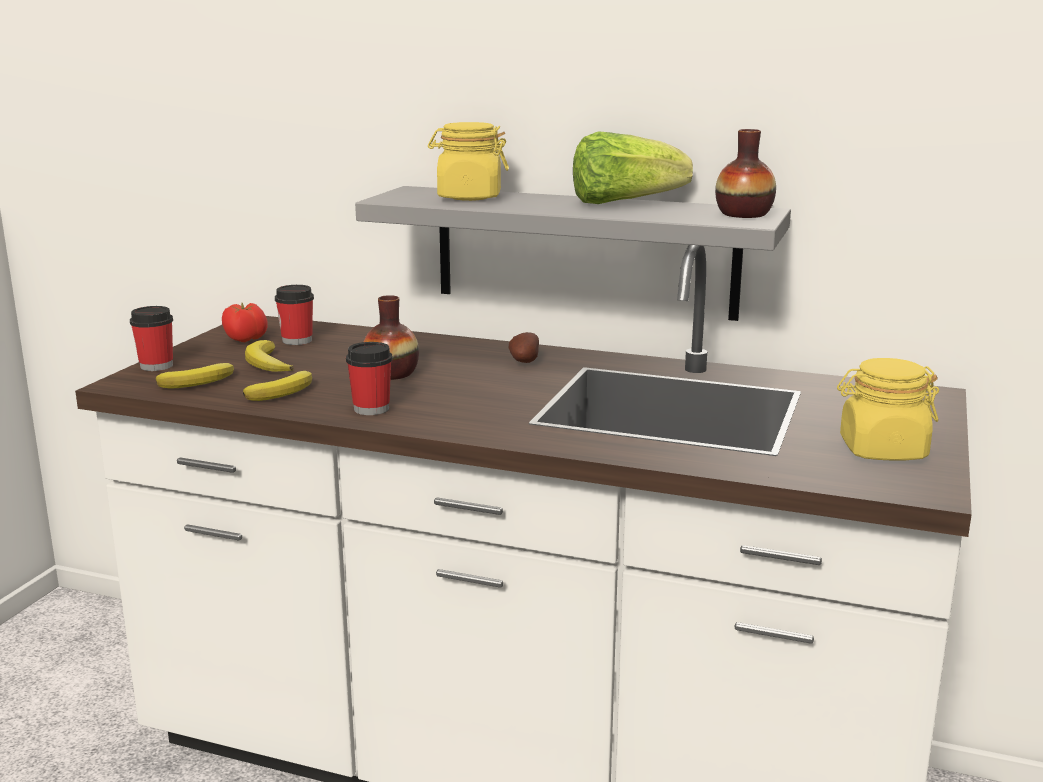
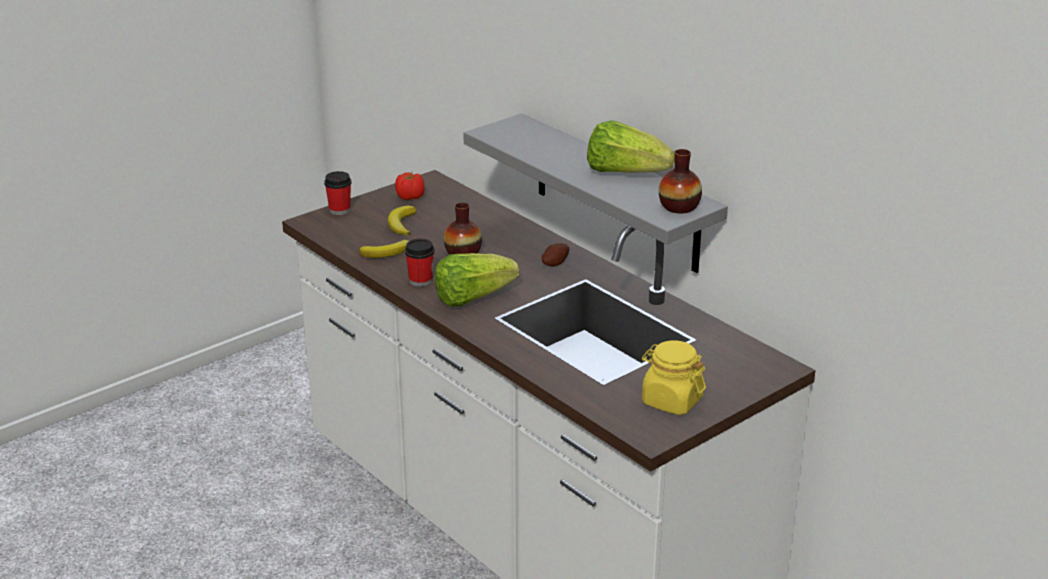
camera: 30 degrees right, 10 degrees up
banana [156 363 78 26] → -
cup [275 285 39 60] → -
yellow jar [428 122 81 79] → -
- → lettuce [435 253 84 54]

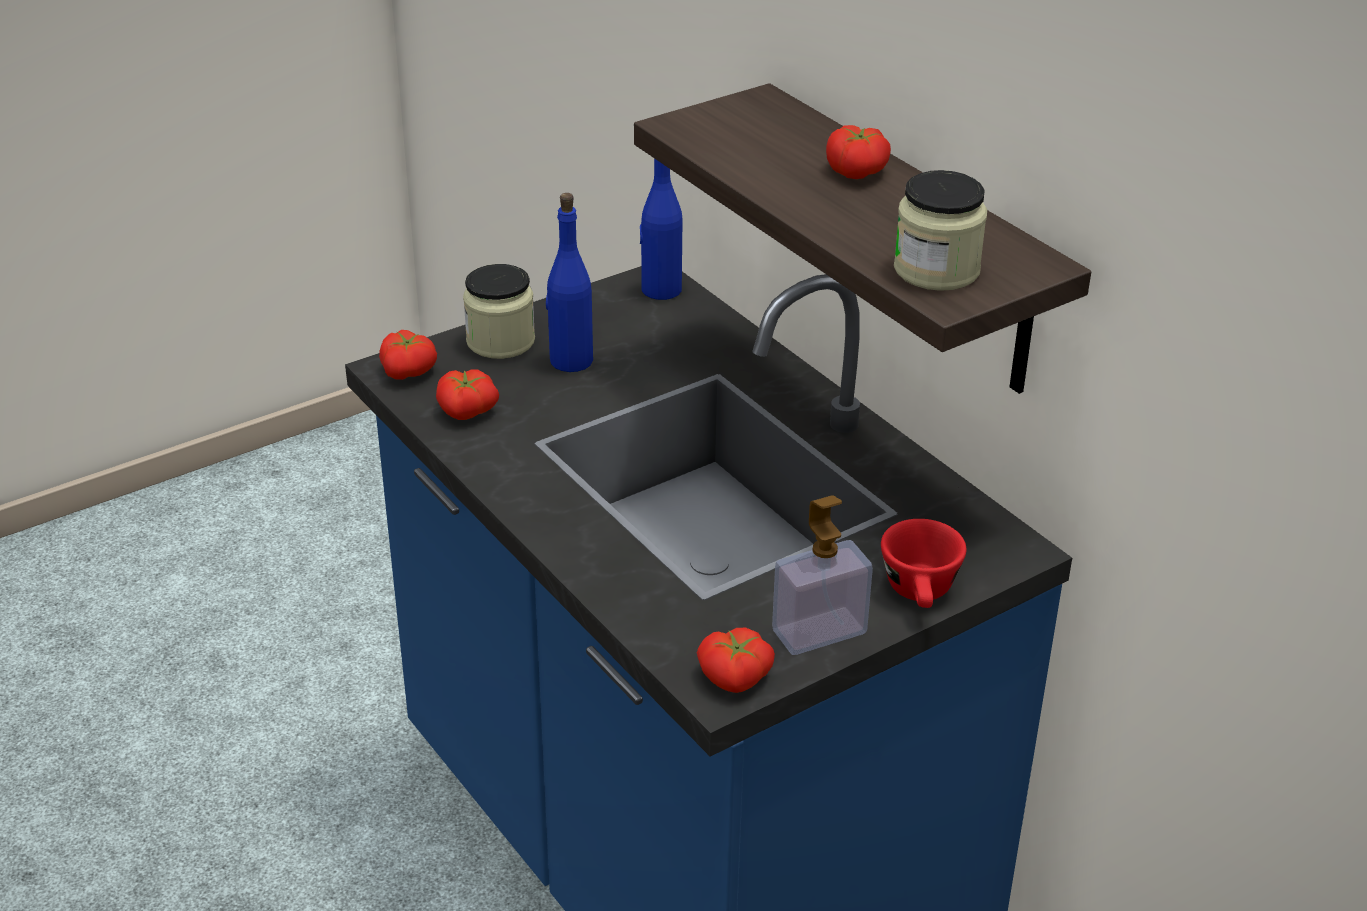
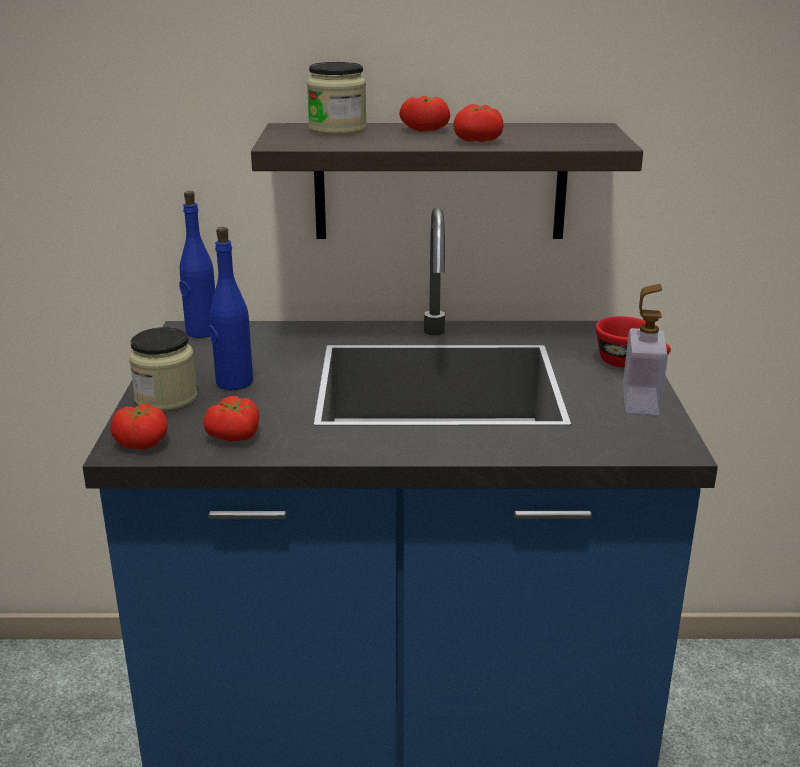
camera: 55 degrees left, 10 degrees down
tomato [697 628 78 65] → tomato [453 104 51 38], relocated
jar [894 170 93 121] → jar [307 62 60 73], relocated

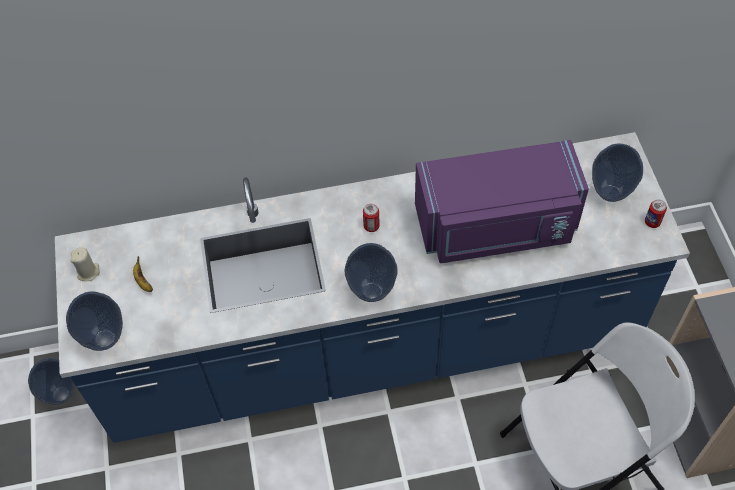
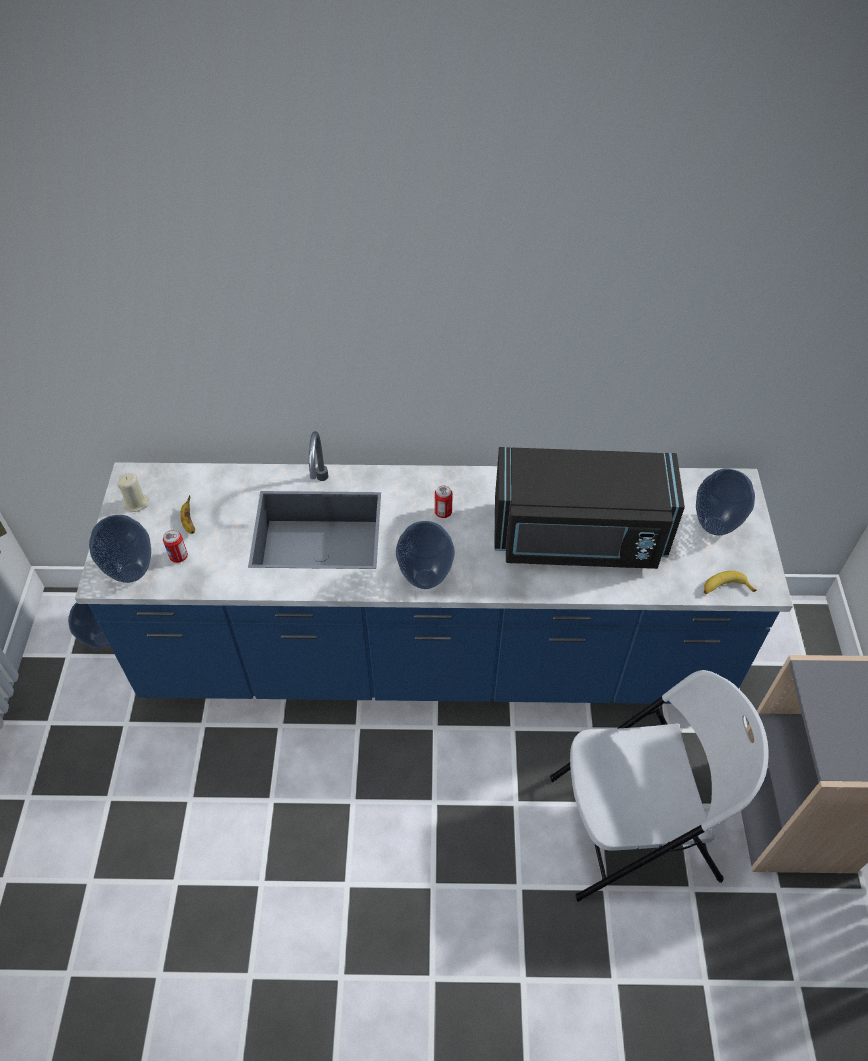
camera: 10 degrees right, 5 degrees down
- → banana [704 571 53 23]
can [645 199 22 29] → can [163 530 25 33], relocated
purple microwave [415 140 174 123] → black microwave [494 447 191 122]

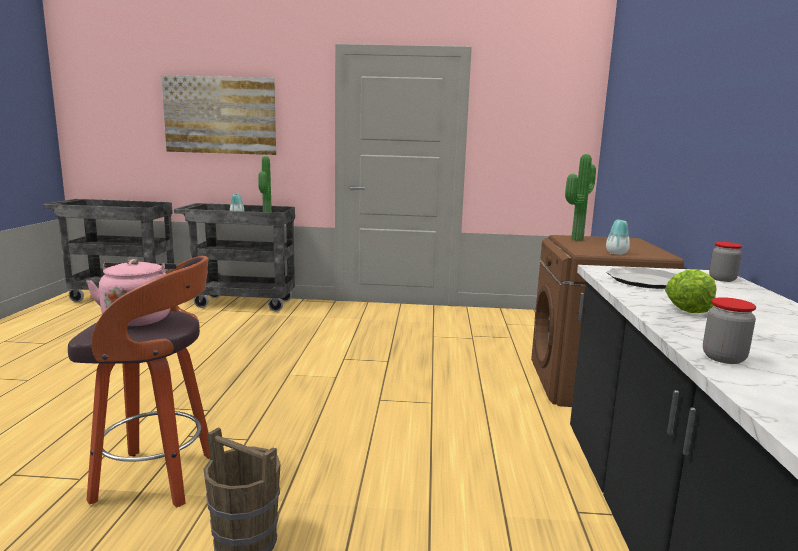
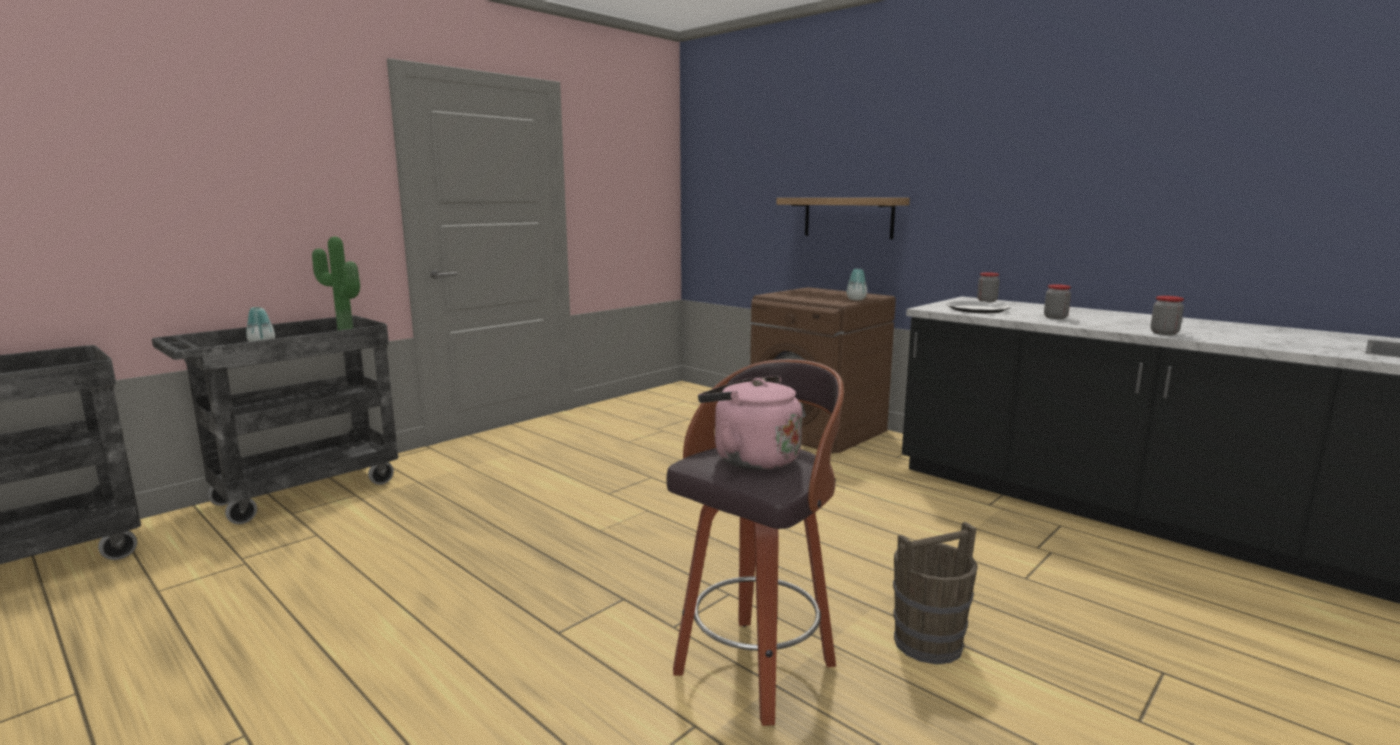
camera: 50 degrees left, 0 degrees up
picture [161 75 115 80] → -
potted plant [565 154 31 87] → -
- → shelf [776 198 134 41]
lettuce [665 270 52 43] → jar [1044 284 27 35]

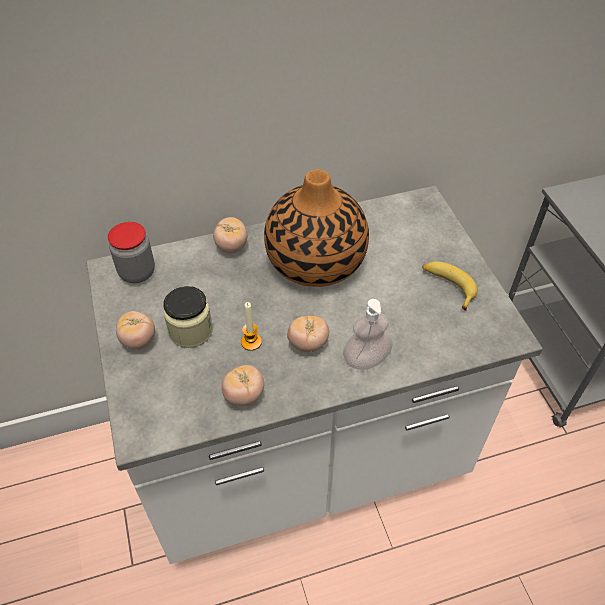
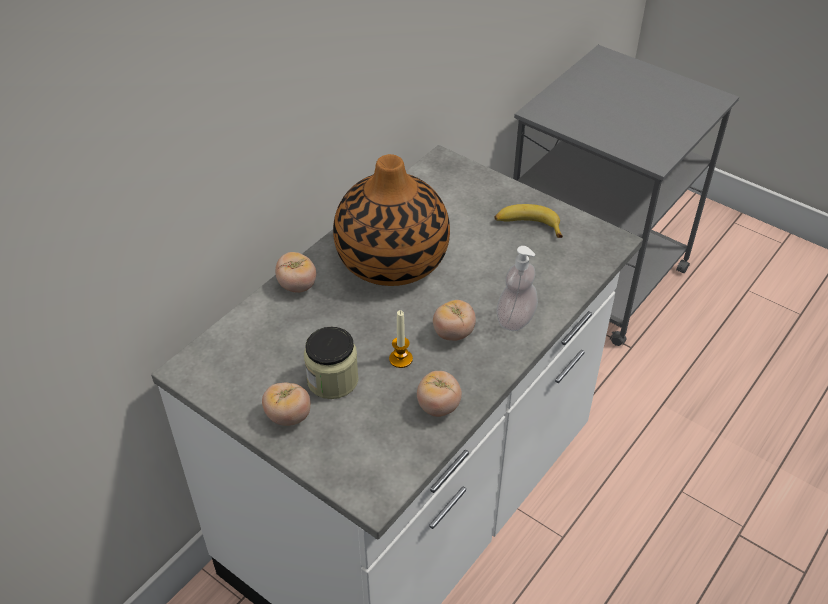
camera: 35 degrees left, 5 degrees down
jar [108 222 47 61] → -

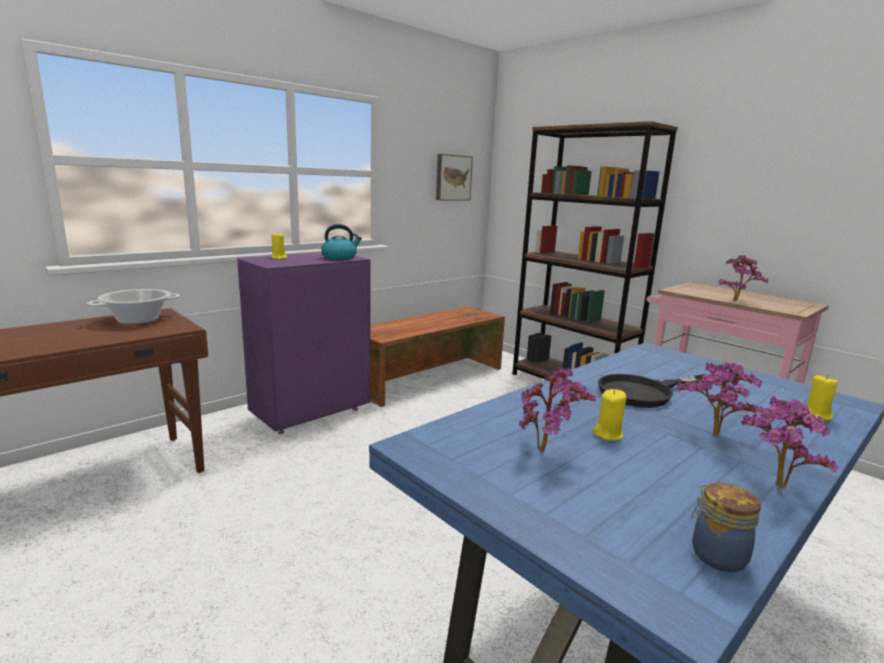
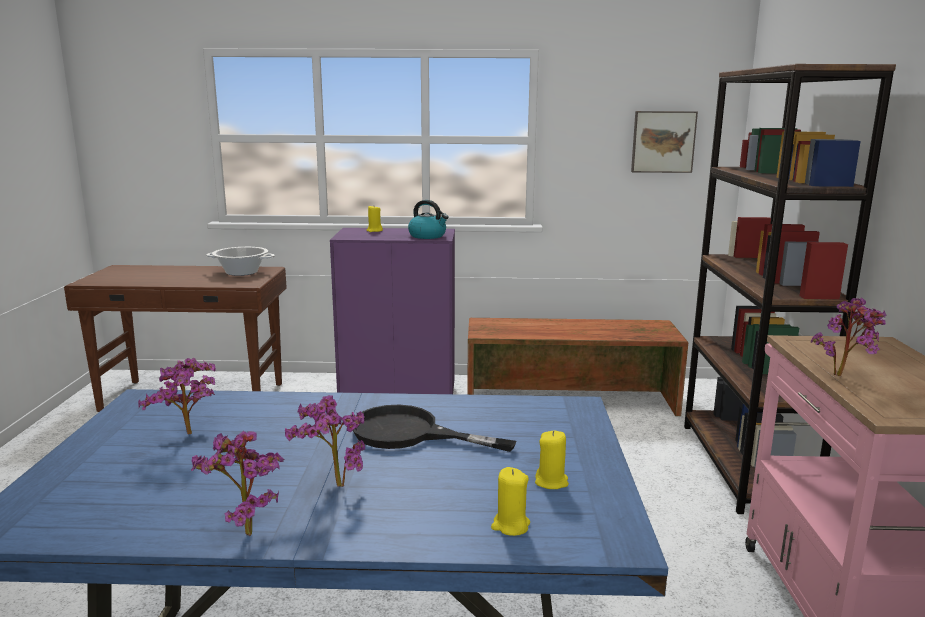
camera: 45 degrees right, 0 degrees up
jar [691 483 70 89] → -
yellow candle [593 389 34 52] → yellow candle [535 431 34 58], relocated

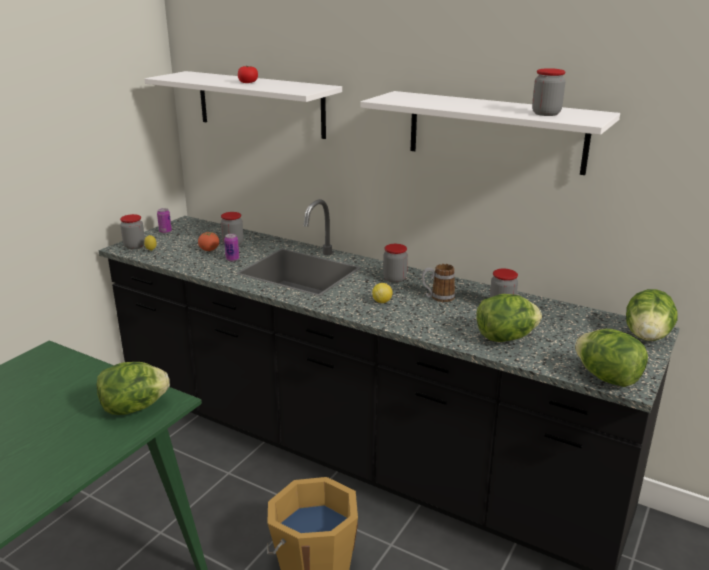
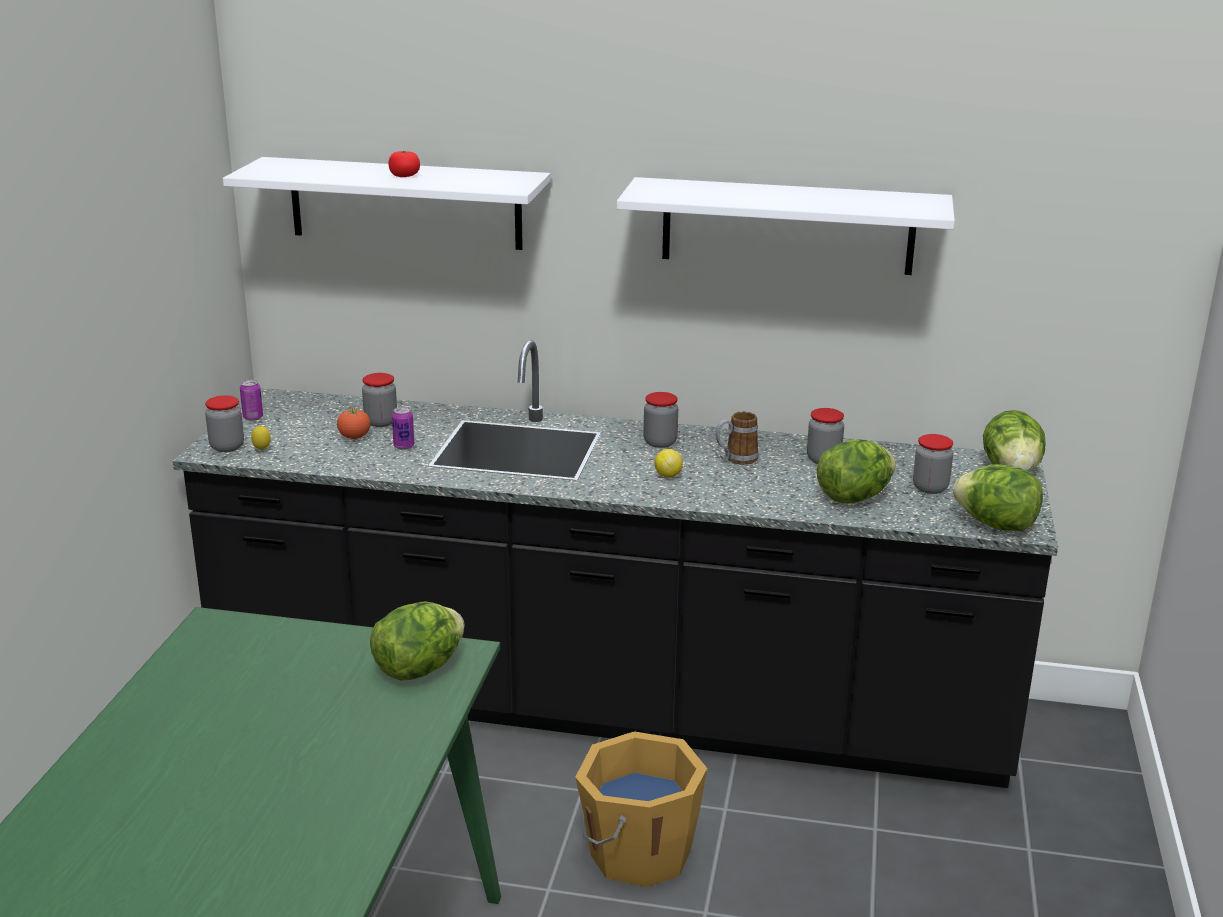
camera: 20 degrees left, 0 degrees up
jar [532 68 34 48] → jar [913 434 40 60], relocated

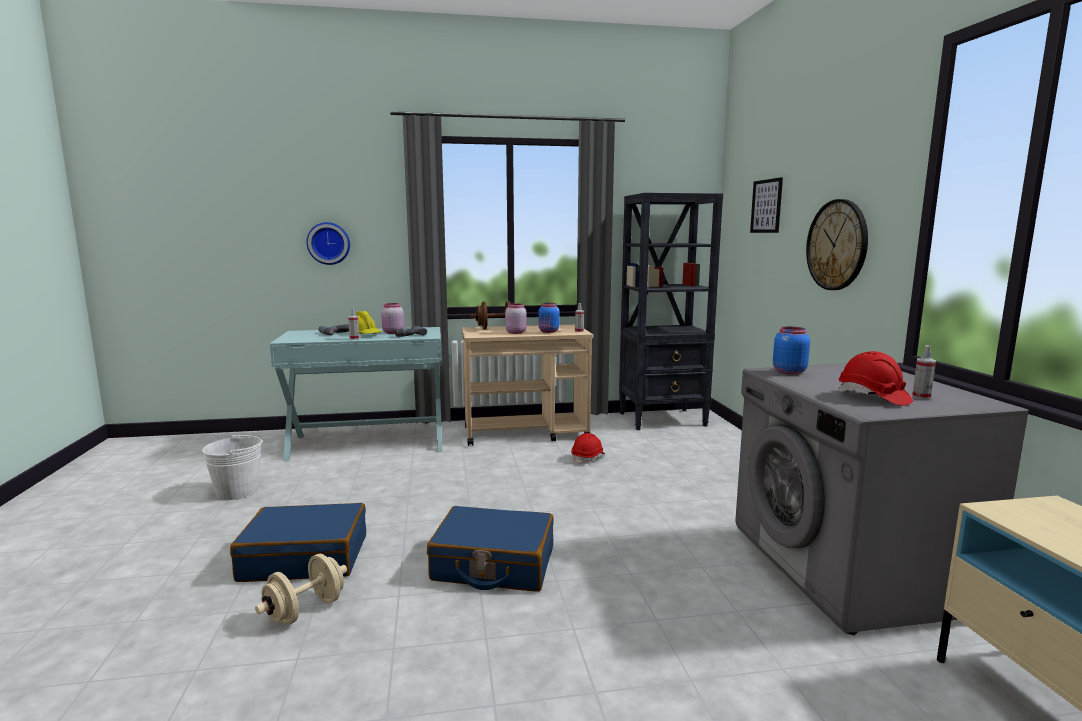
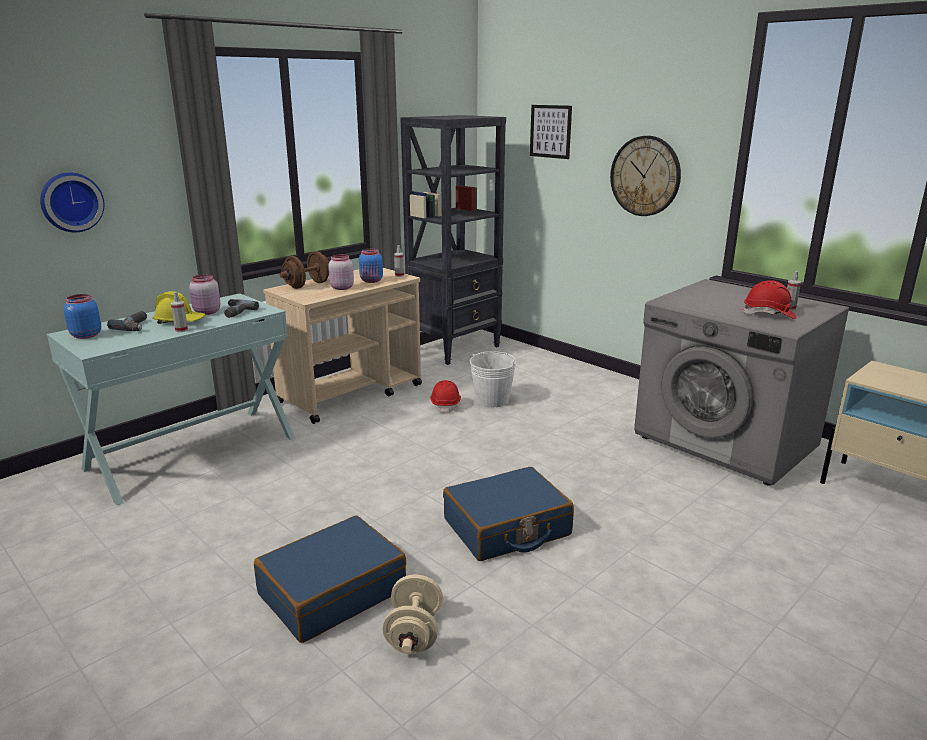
camera: 35 degrees left, 10 degrees up
white bucket [202 435 61 65] → white bucket [470 351 46 56], relocated
blue jar [773 327 37 47] → blue jar [64 294 37 45], relocated

